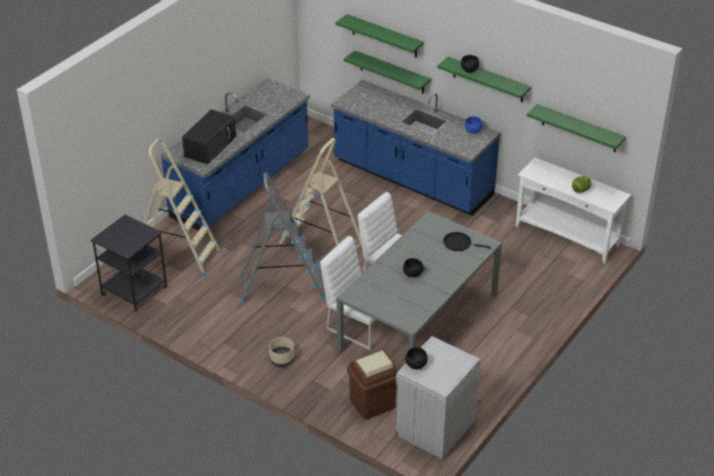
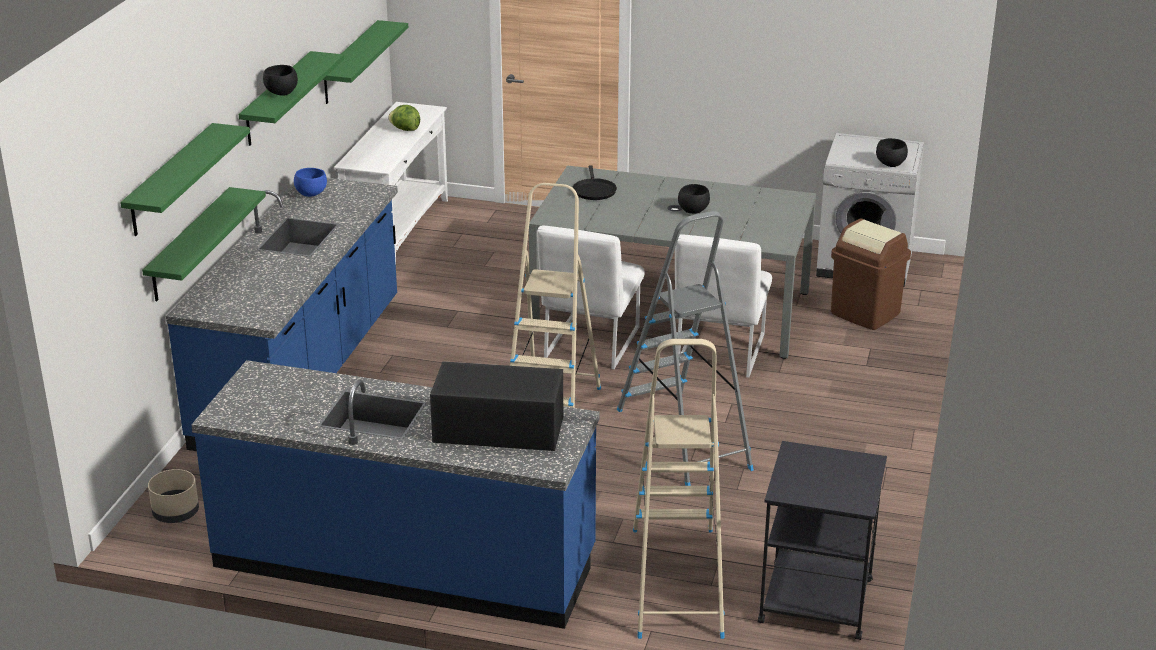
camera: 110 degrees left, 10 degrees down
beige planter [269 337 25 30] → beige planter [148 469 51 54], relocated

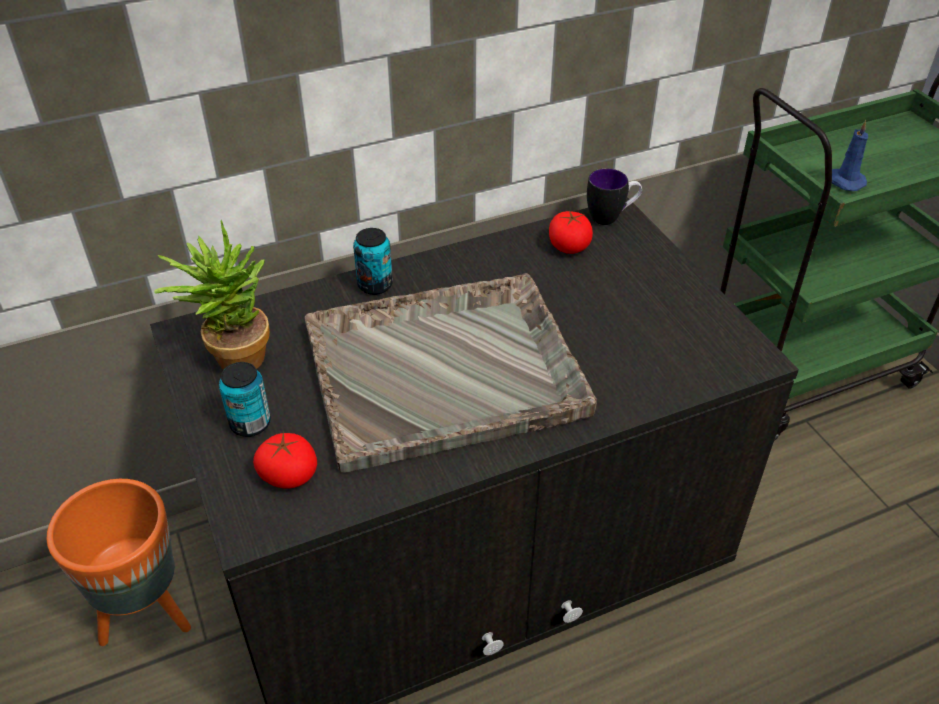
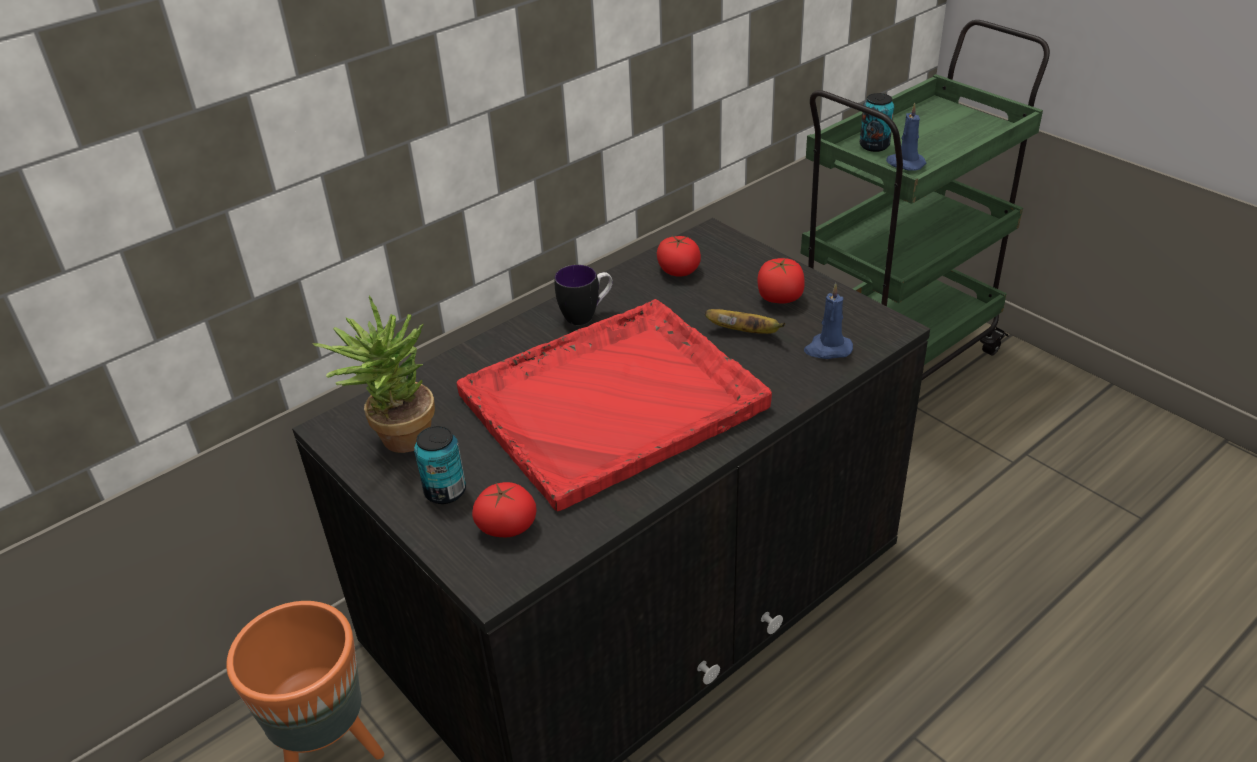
camera: 15 degrees left, 5 degrees down
- → banana [705 309 81 25]
- → tomato [757 258 48 46]
- → blue candle [804 283 49 76]
can [353 228 40 67] → can [860 93 34 59], relocated
mug [587 168 55 57] → mug [554 265 59 60], relocated
grey tray [305 273 292 200] → red tray [457 299 315 212]

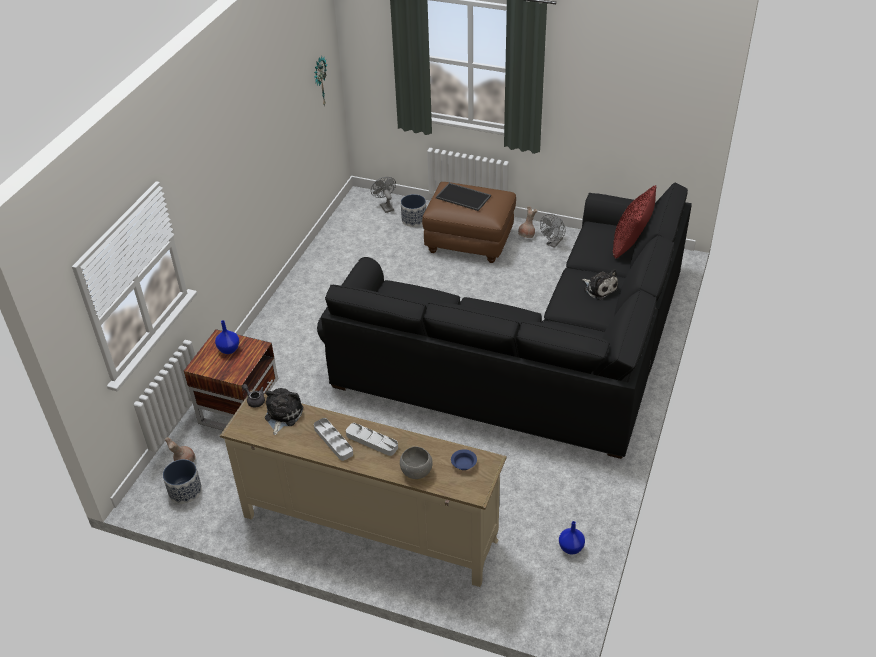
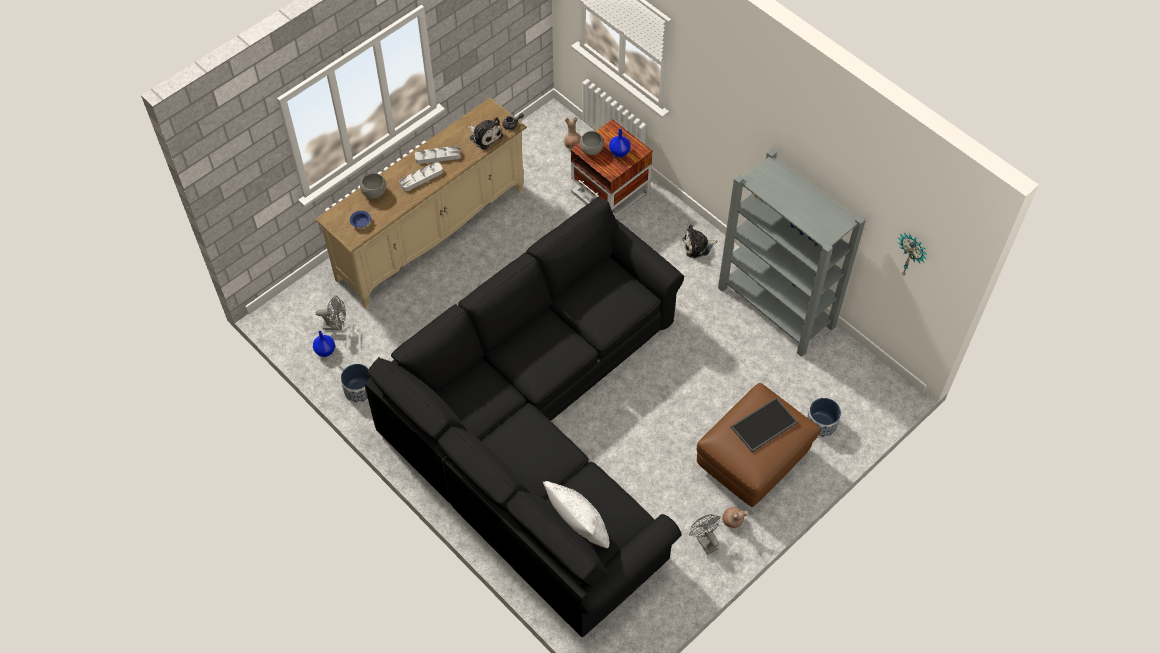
camera: 115 degrees right, 15 degrees up
- → grey bowl [580 131 24 24]
- → grey bookcase [718 149 148 208]
planter [163 459 39 45] → planter [341 364 29 40], relocated
grey fan [371 177 25 36] → grey fan [316 296 30 34], relocated
plush toy [582 269 36 31] → plush toy [682 224 35 34], relocated
red pillow [613 185 43 74] → white pillow [543 481 66 68]

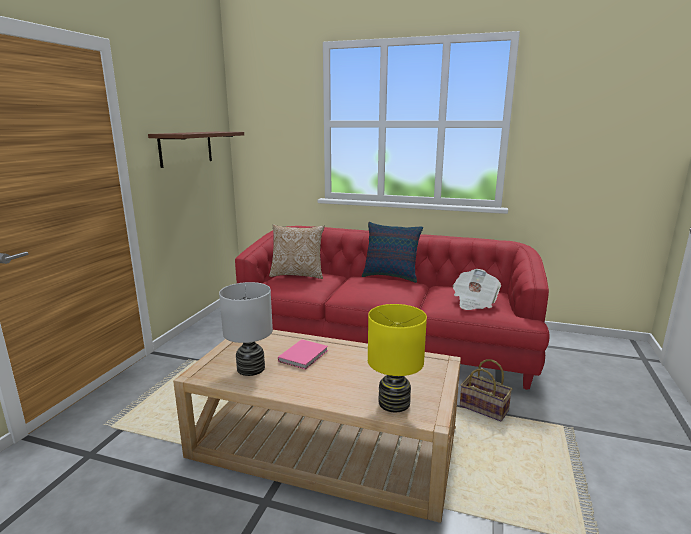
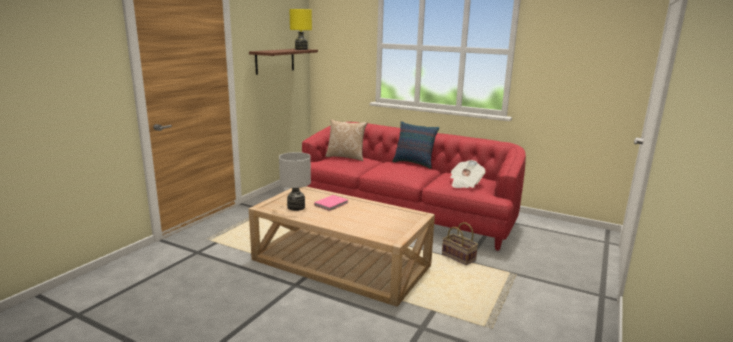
camera: 10 degrees right, 0 degrees up
yellow table lamp [368 304 59 108] → yellow table lamp [289 9 23 41], relocated

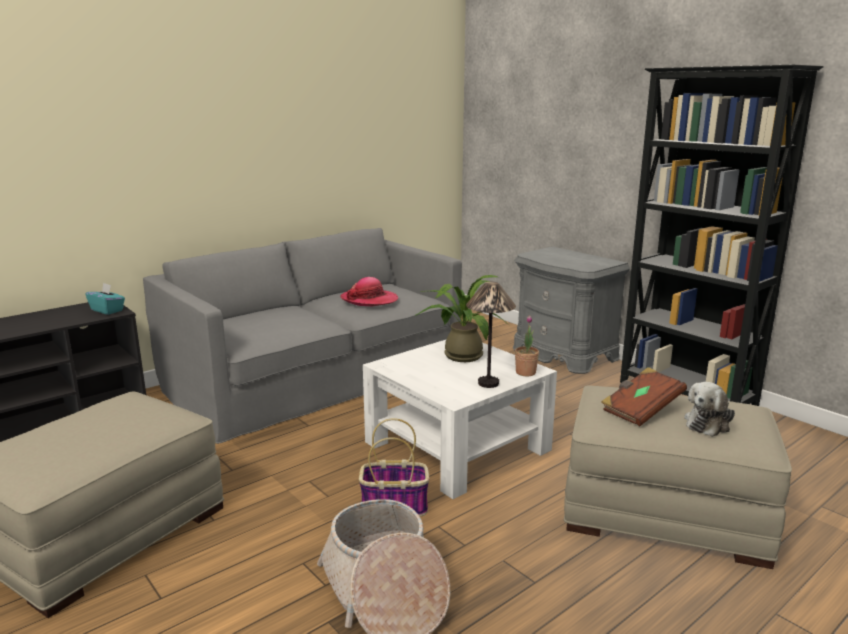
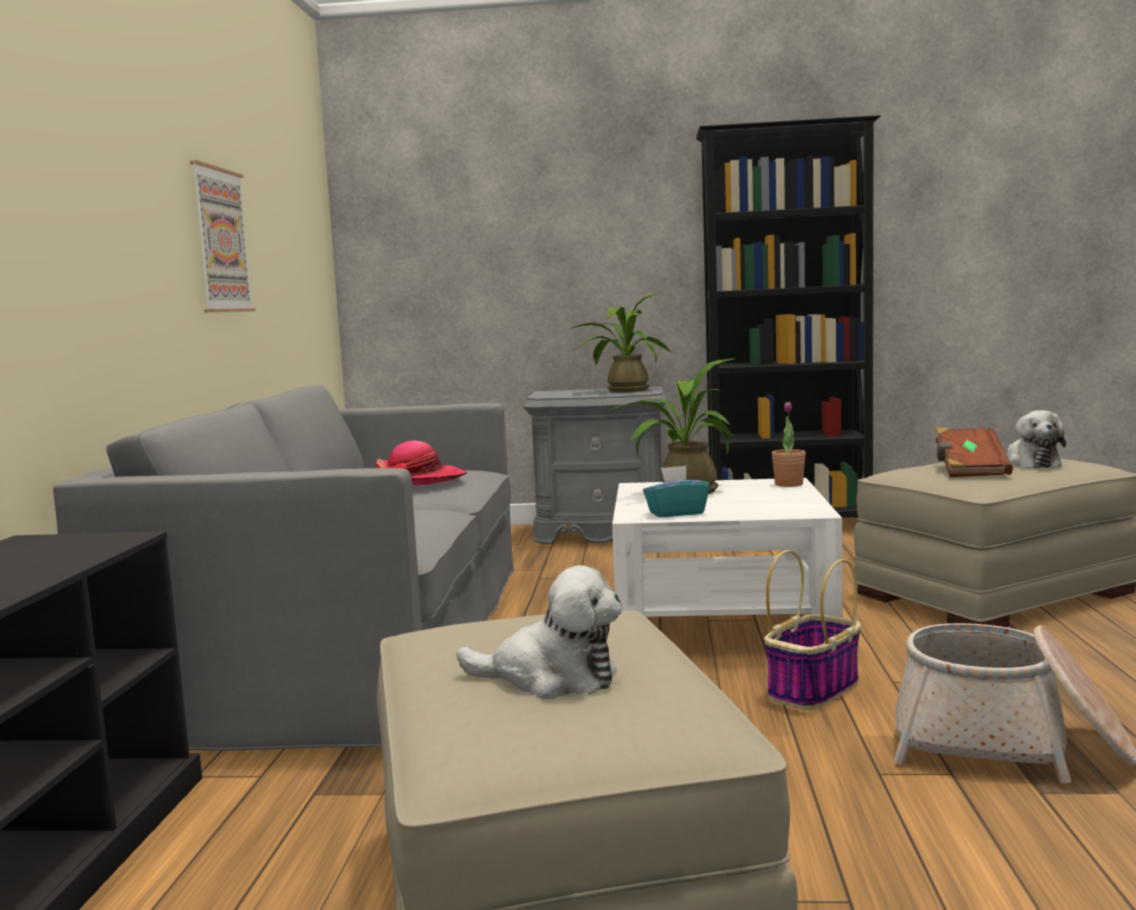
camera: 45 degrees left, 10 degrees down
table lamp [466 282 50 106] → -
- → picture [190 160 66 152]
- → plush toy [456 565 166 134]
- → potted plant [570 293 102 99]
turquoise tissue box [85 283 40 32] → turquoise tissue box [643 465 67 52], relocated

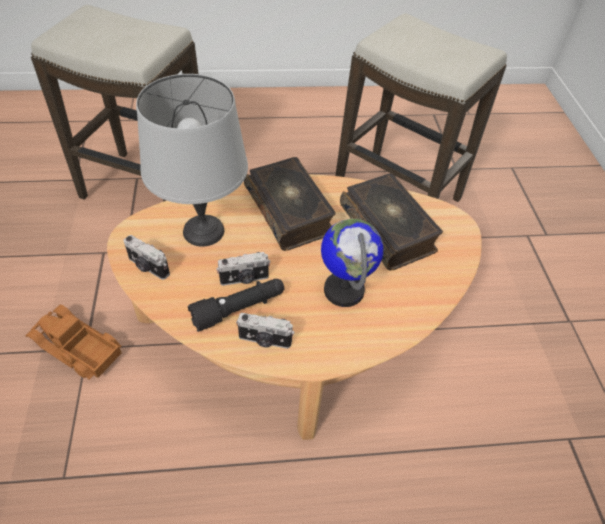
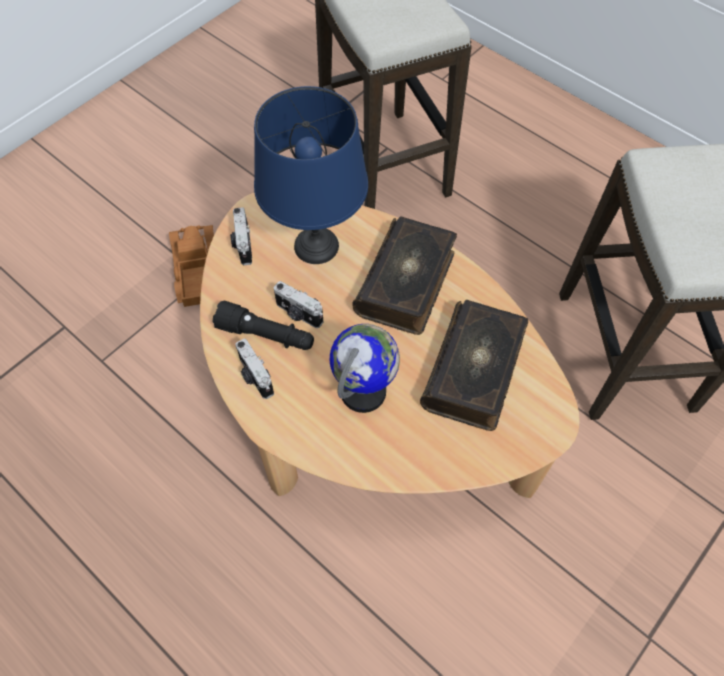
camera: 50 degrees right, 10 degrees up
grey table lamp [136 74 112 173] → blue table lamp [254 86 114 178]

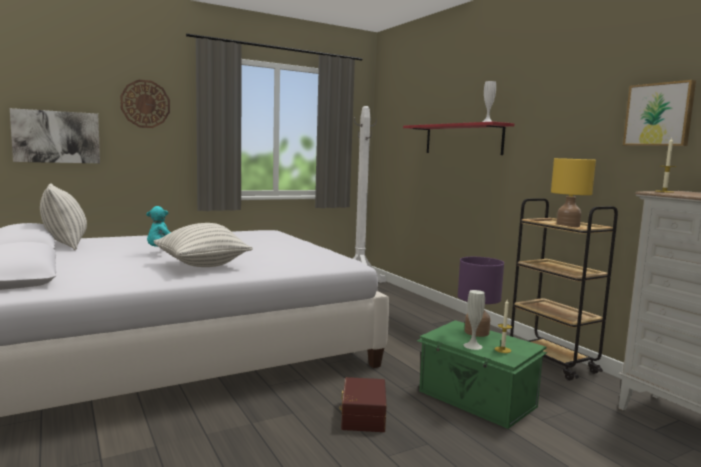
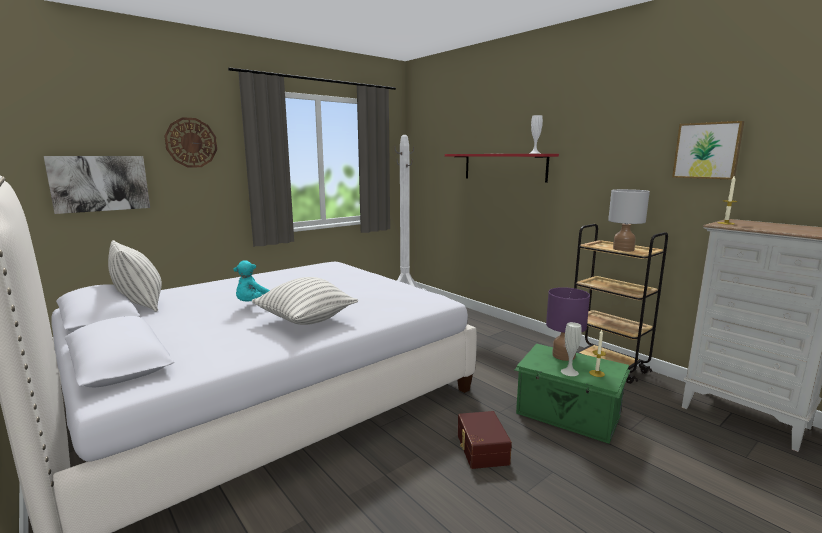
camera: 10 degrees left, 5 degrees up
yellow table lamp [551 158 45 69] → grey table lamp [608 189 42 62]

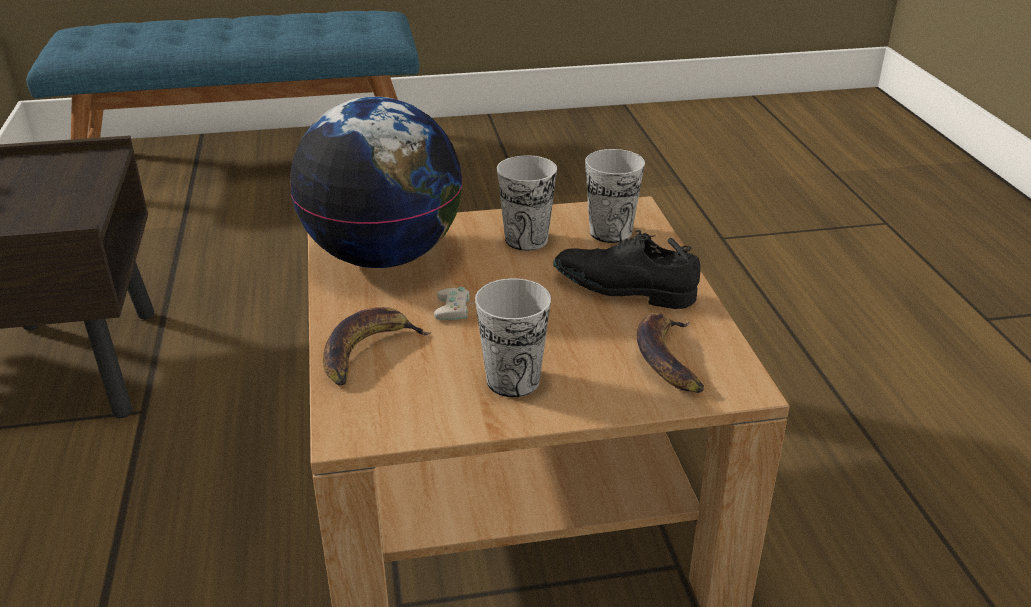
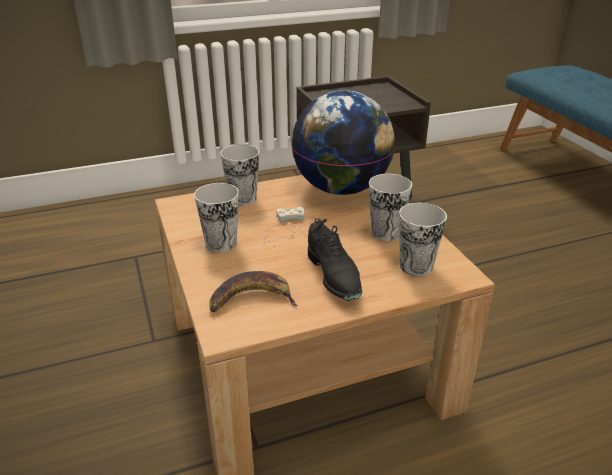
camera: 80 degrees right, 0 degrees up
banana [323 307 109 78] → cup [220 144 39 61]
black shoe [553 230 147 79] → black shoe [308 218 54 83], 150 degrees clockwise

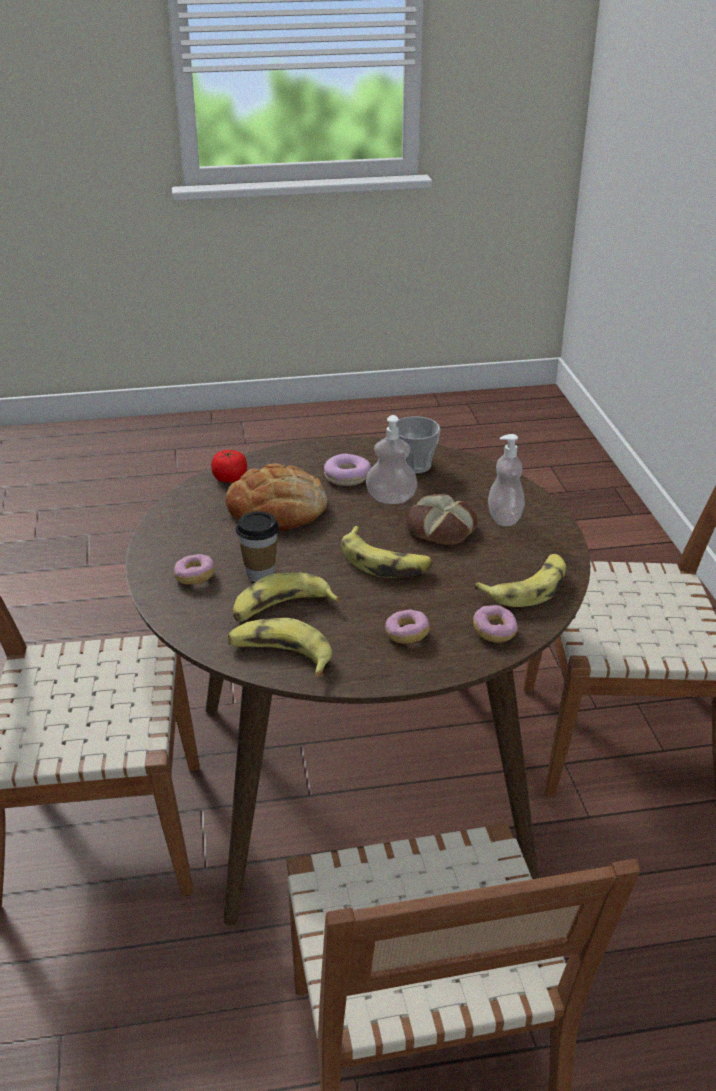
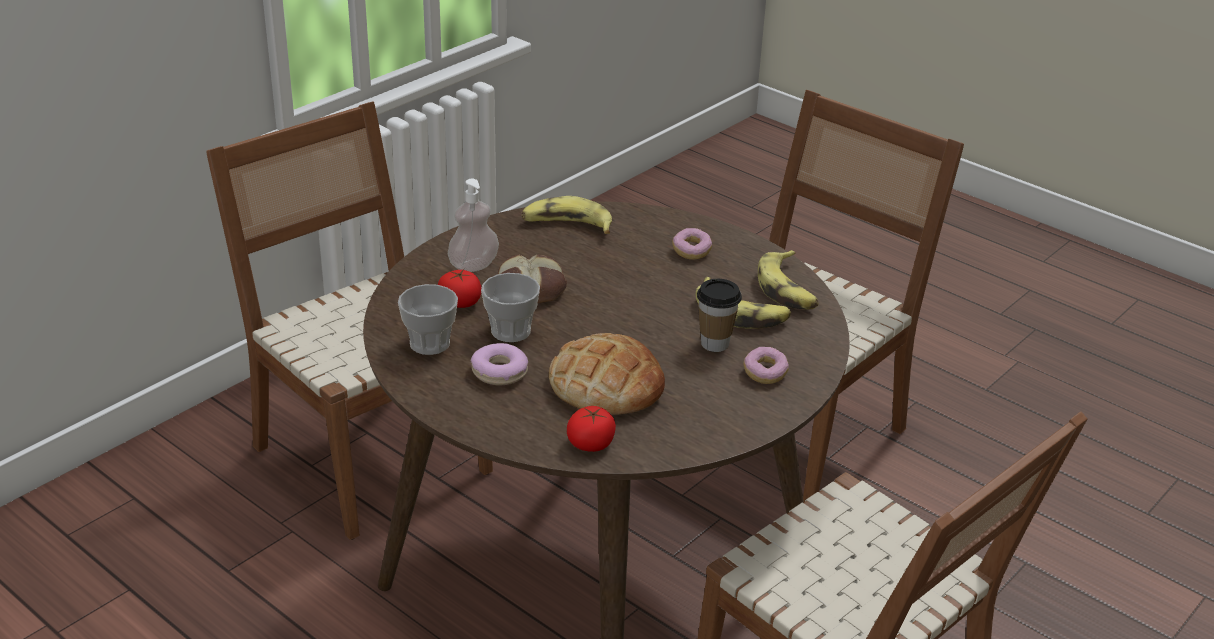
camera: 130 degrees left, 0 degrees up
banana [341 526 92 52] → -
donut [473 605 45 38] → -
- → tomato [438 269 43 39]
soap dispenser [366 415 52 89] → cup [481 273 59 69]

